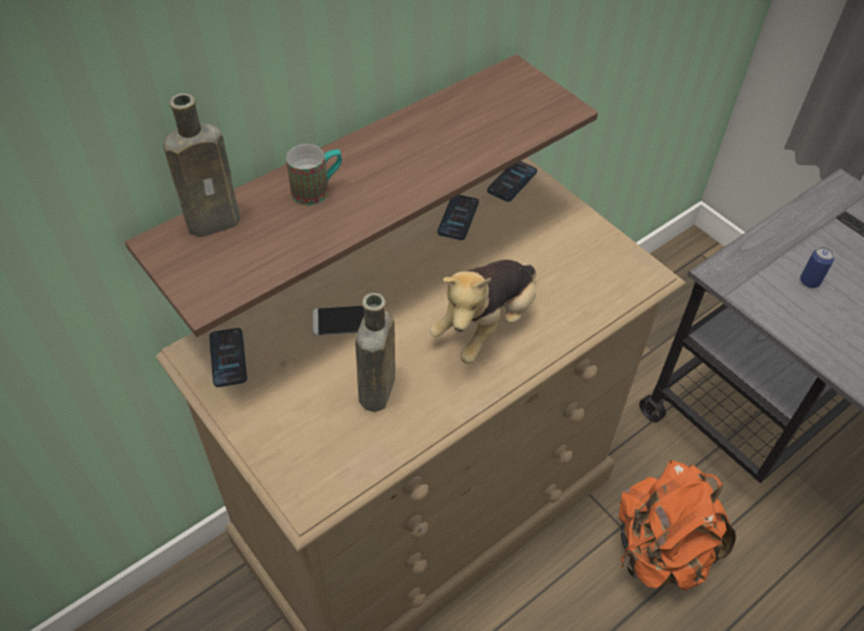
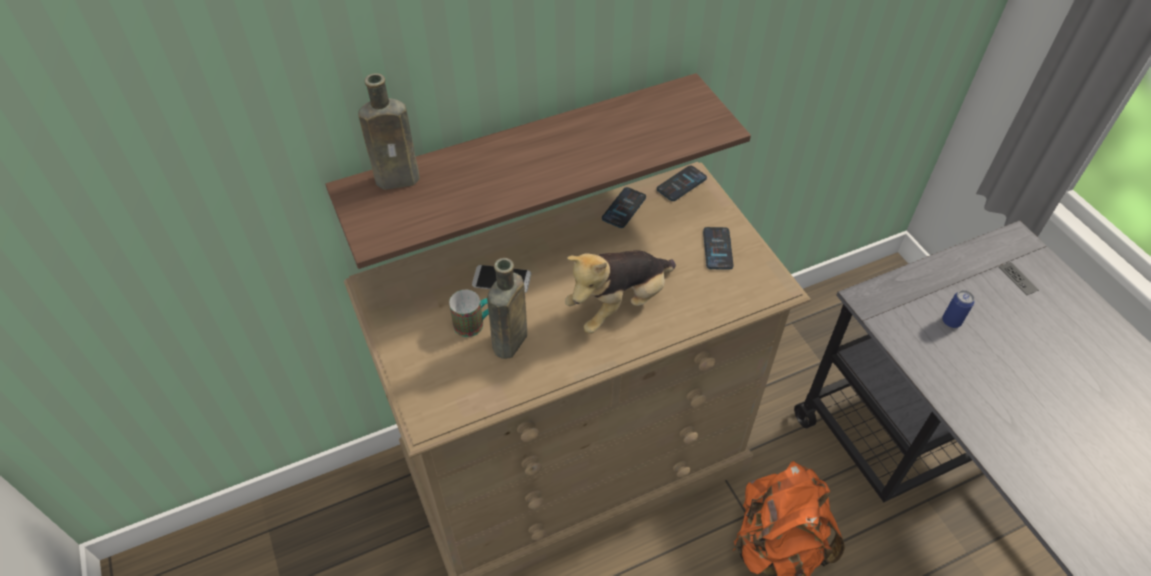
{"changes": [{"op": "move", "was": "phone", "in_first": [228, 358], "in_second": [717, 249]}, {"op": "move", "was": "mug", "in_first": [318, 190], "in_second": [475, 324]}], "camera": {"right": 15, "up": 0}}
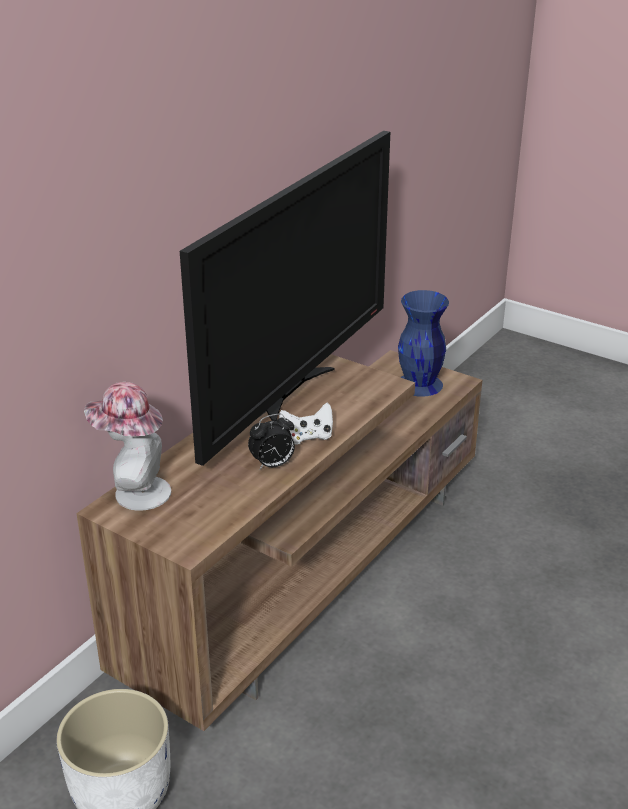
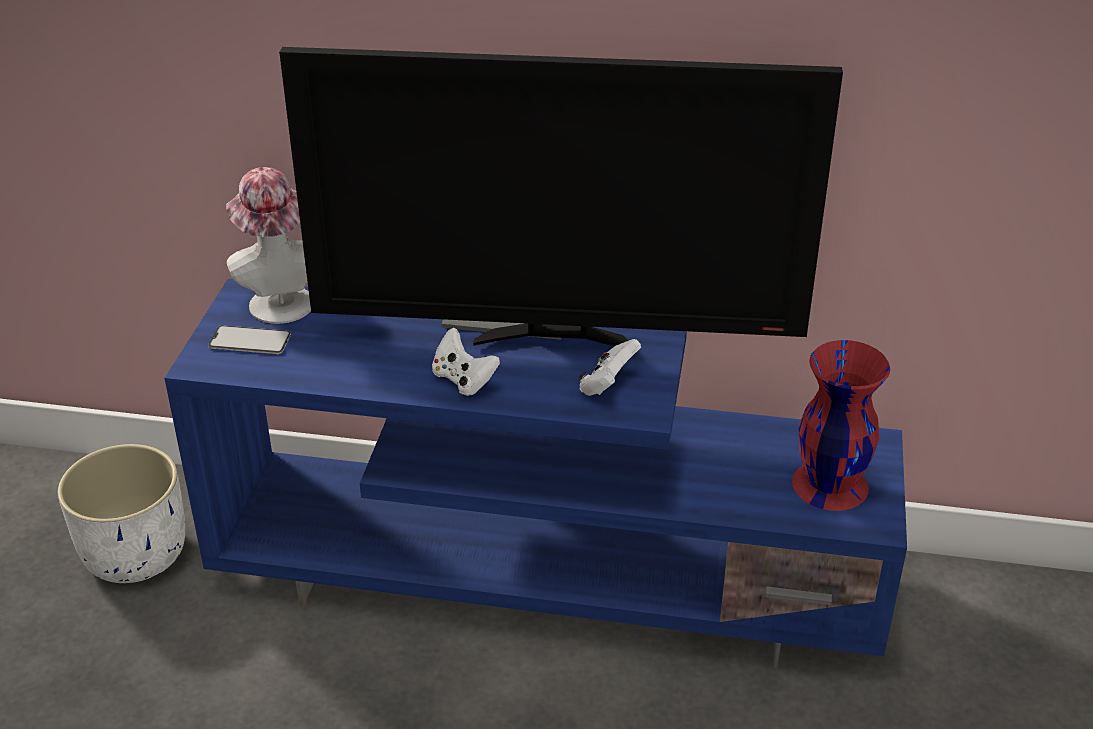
{"changes": [{"op": "delete", "was": "table clock", "in_first": [272, 465]}, {"op": "insert", "now": "phone", "in_second": [250, 340]}, {"op": "insert", "now": "joypad in white-coloured", "in_second": [607, 385]}, {"op": "recolor", "was": "tv unit in brownish", "now": "tv unit in bluish", "in_first": [315, 567], "in_second": [550, 579]}, {"op": "recolor", "was": "flower vase in bluish", "now": "flower vase in red-coloured", "in_first": [419, 384], "in_second": [828, 484]}], "camera": {"right": 65, "up": 5}}
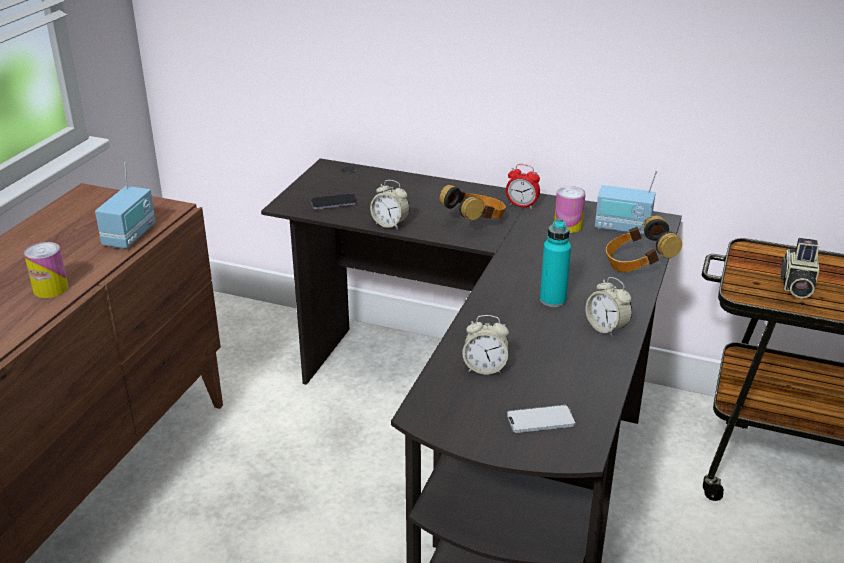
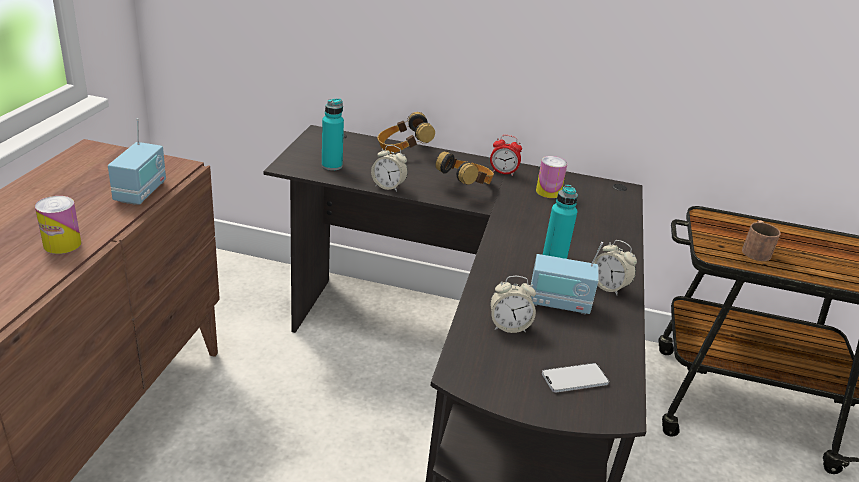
{"changes": [{"op": "move", "was": "radio", "in_first": [622, 228], "in_second": [558, 303]}, {"op": "move", "was": "headphones", "in_first": [637, 265], "in_second": [403, 150]}, {"op": "replace", "was": "phone", "now": "drink bottle in turquoise-coloured", "in_first": [334, 203], "in_second": [332, 166]}, {"op": "replace", "was": "still camera", "now": "mug in brownish", "in_first": [796, 286], "in_second": [754, 249]}], "camera": {"right": -10, "up": 0}}
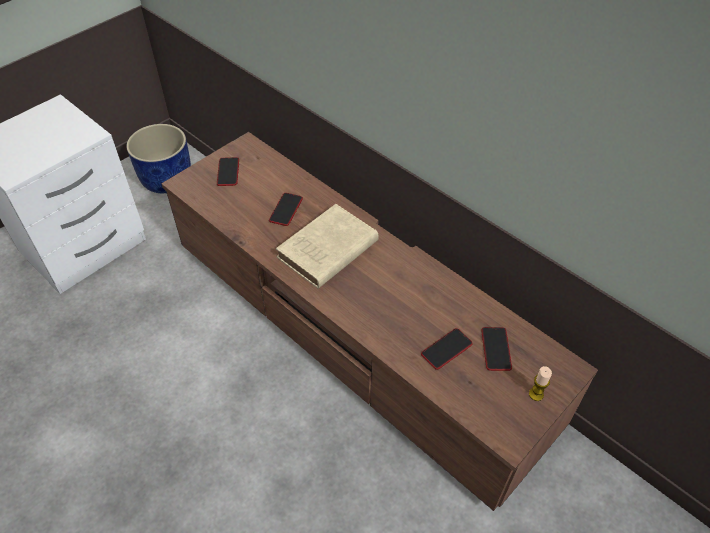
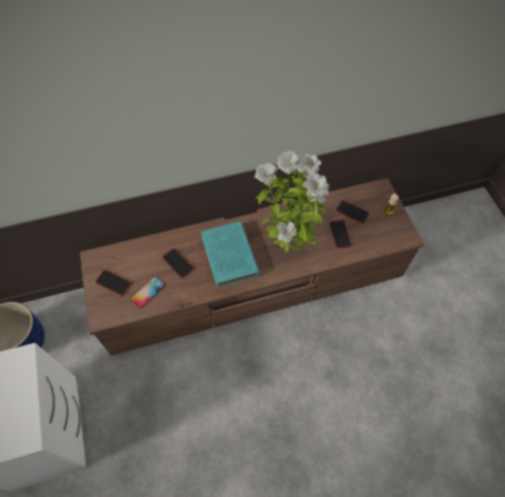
{"changes": [{"op": "insert", "now": "phone", "in_second": [147, 292]}, {"op": "insert", "now": "potted plant", "in_second": [288, 246]}, {"op": "recolor", "was": "book in beige", "now": "book in turquoise-coloured", "in_first": [326, 251], "in_second": [230, 257]}], "camera": {"right": -60, "up": 10}}
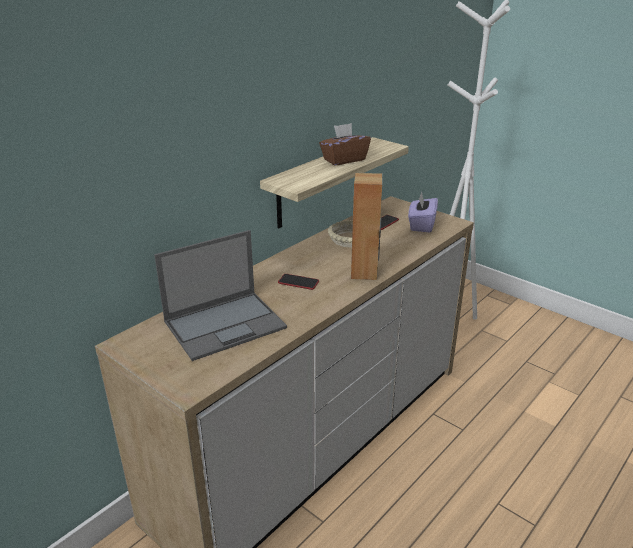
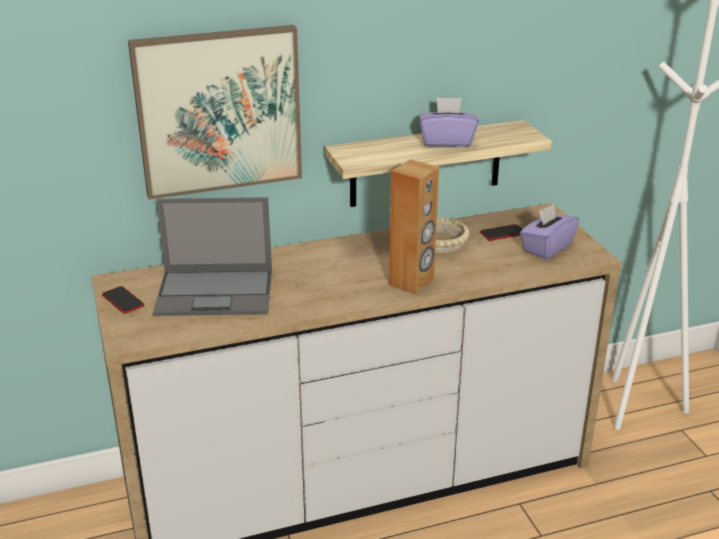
{"changes": [{"op": "insert", "now": "picture", "in_second": [219, 111]}, {"op": "move", "was": "phone", "in_first": [298, 282], "in_second": [123, 301]}, {"op": "recolor", "was": "tissue box in brownish", "now": "tissue box in purplish", "in_first": [344, 160], "in_second": [446, 141]}], "camera": {"right": 30, "up": 0}}
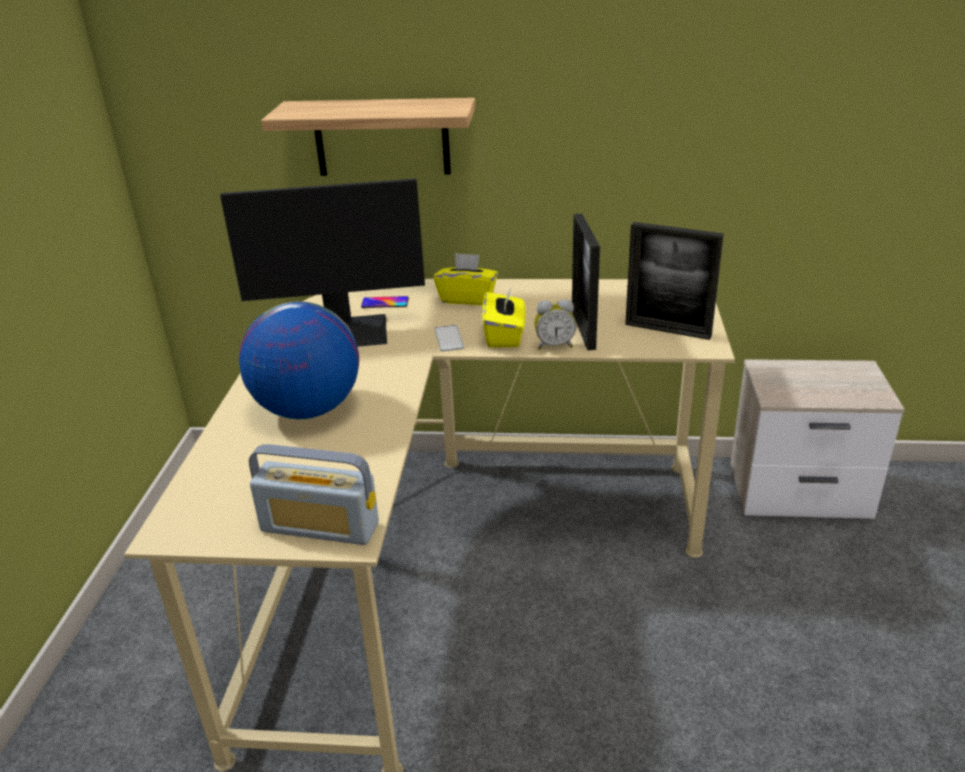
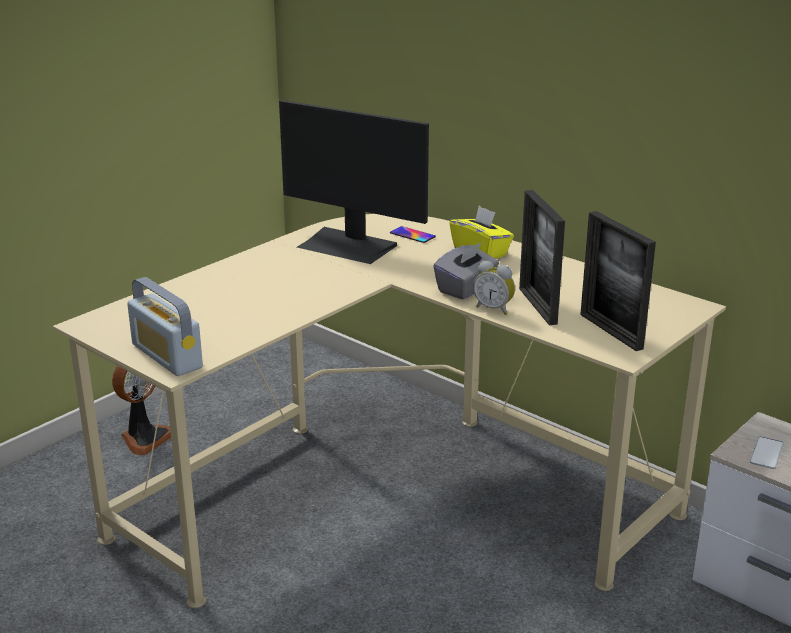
{"changes": [{"op": "delete", "was": "globe", "in_first": [307, 409]}, {"op": "delete", "was": "bracket shelf", "in_first": [382, 137]}, {"op": "insert", "now": "cooling fan", "in_second": [145, 437]}, {"op": "move", "was": "phone", "in_first": [449, 338], "in_second": [766, 453]}, {"op": "recolor", "was": "tissue box in yellow", "now": "tissue box in gray", "in_first": [504, 336], "in_second": [466, 288]}, {"op": "rotate", "was": "picture frame", "in_first": [583, 329], "in_second": [537, 306], "clockwise": -45}], "camera": {"right": 35, "up": -5}}
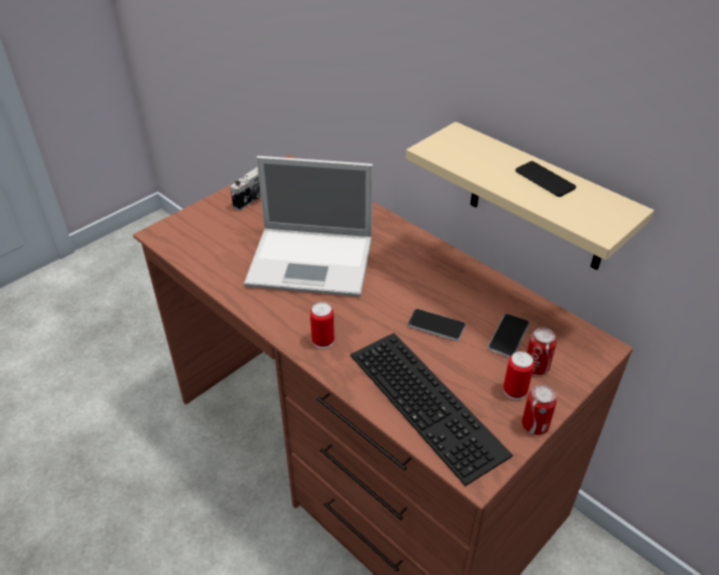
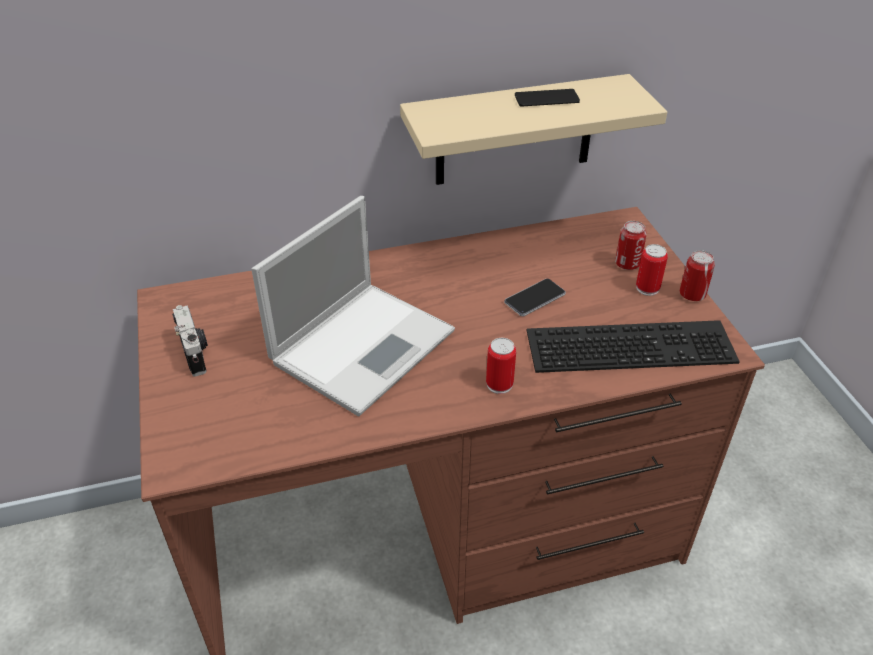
{"changes": [{"op": "delete", "was": "phone", "in_first": [508, 336]}], "camera": {"right": -60, "up": 0}}
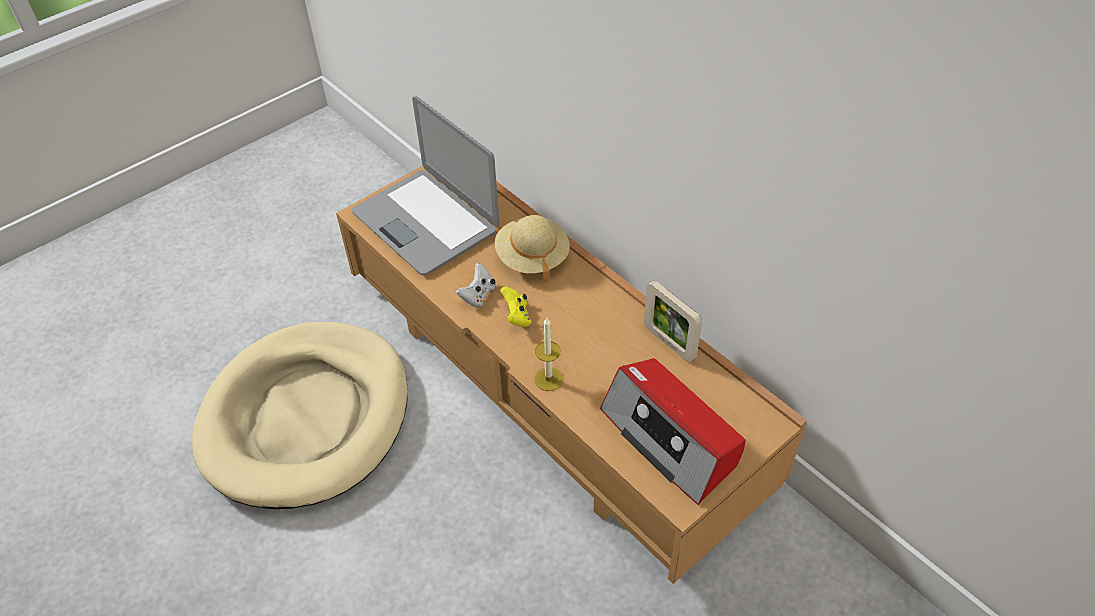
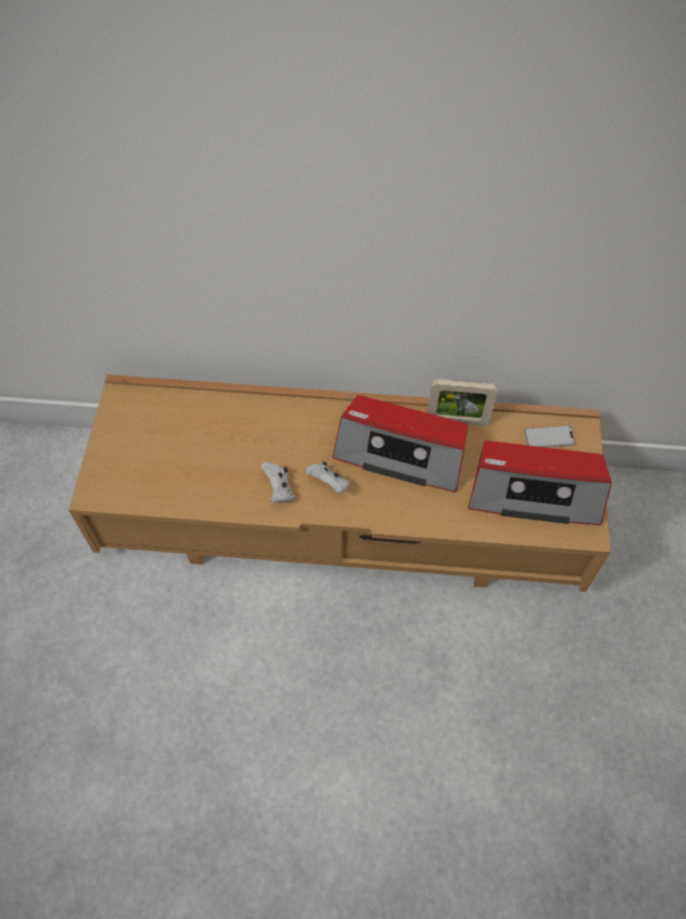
{"changes": [{"op": "delete", "was": "dog bed in beige", "in_first": [306, 417]}, {"op": "delete", "was": "portable computer", "in_first": [426, 221]}, {"op": "delete", "was": "hat in beige", "in_first": [532, 257]}, {"op": "delete", "was": "wax candle", "in_first": [548, 379]}, {"op": "insert", "now": "radio", "in_second": [401, 452]}, {"op": "insert", "now": "phone", "in_second": [548, 437]}, {"op": "recolor", "was": "joypad in yellow", "now": "joypad in white-coloured", "in_first": [517, 316], "in_second": [329, 484]}], "camera": {"right": -45, "up": 10}}
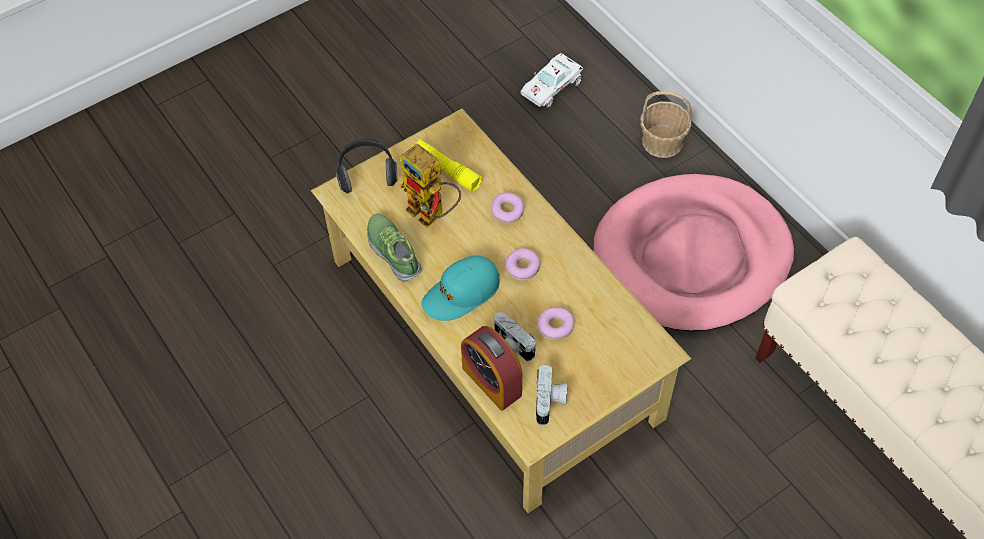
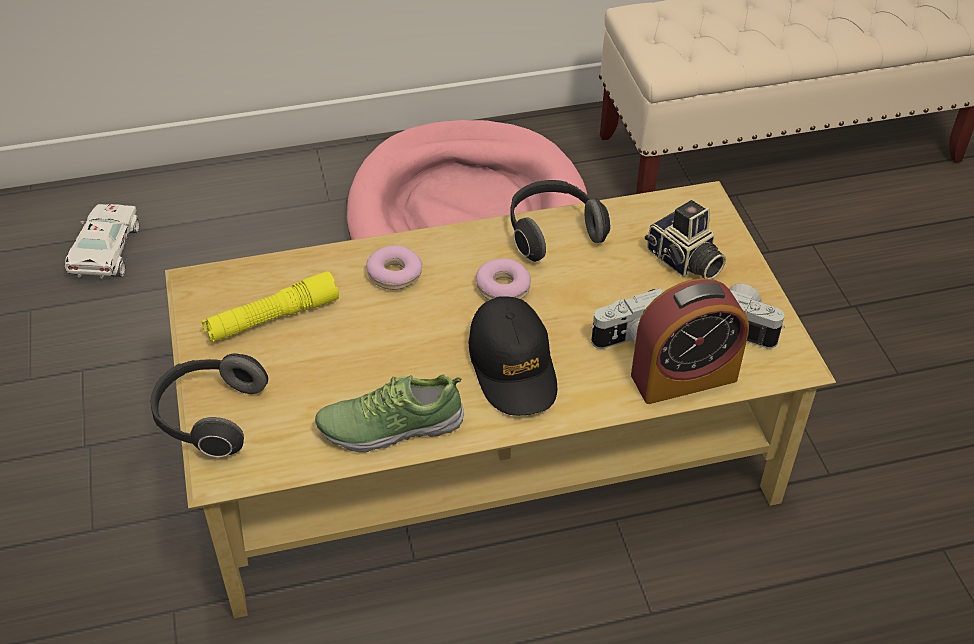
{"changes": [{"op": "delete", "was": "toy robot", "in_first": [432, 214]}, {"op": "delete", "was": "donut", "in_first": [555, 326]}, {"op": "delete", "was": "storage basket", "in_first": [662, 142]}, {"op": "insert", "now": "headphones", "in_second": [552, 232]}, {"op": "insert", "now": "still camera", "in_second": [683, 262]}, {"op": "recolor", "was": "cap in turquoise-coloured", "now": "cap in black-coloured", "in_first": [461, 293], "in_second": [513, 366]}, {"op": "rotate", "was": "miniature car in white-coloured", "in_first": [553, 86], "in_second": [105, 253], "clockwise": -150}], "camera": {"right": -70, "up": -10}}
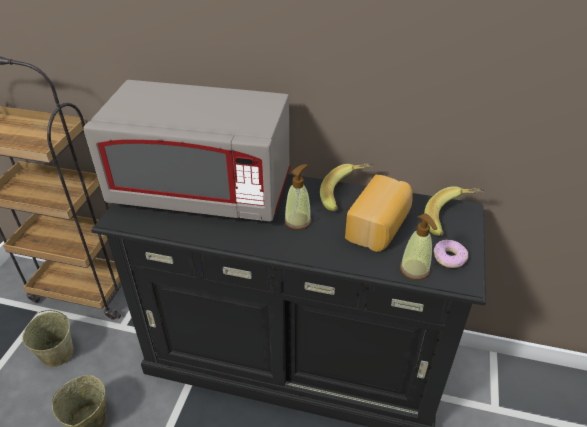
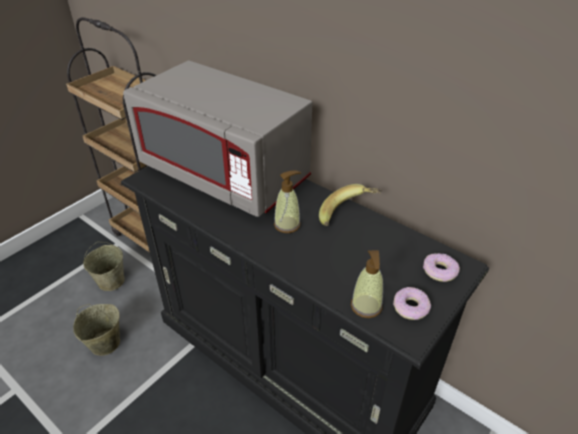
{"changes": [{"op": "delete", "was": "bread", "in_first": [379, 227]}, {"op": "replace", "was": "whole banana", "now": "donut", "in_first": [451, 220], "in_second": [439, 271]}], "camera": {"right": 25, "up": 0}}
